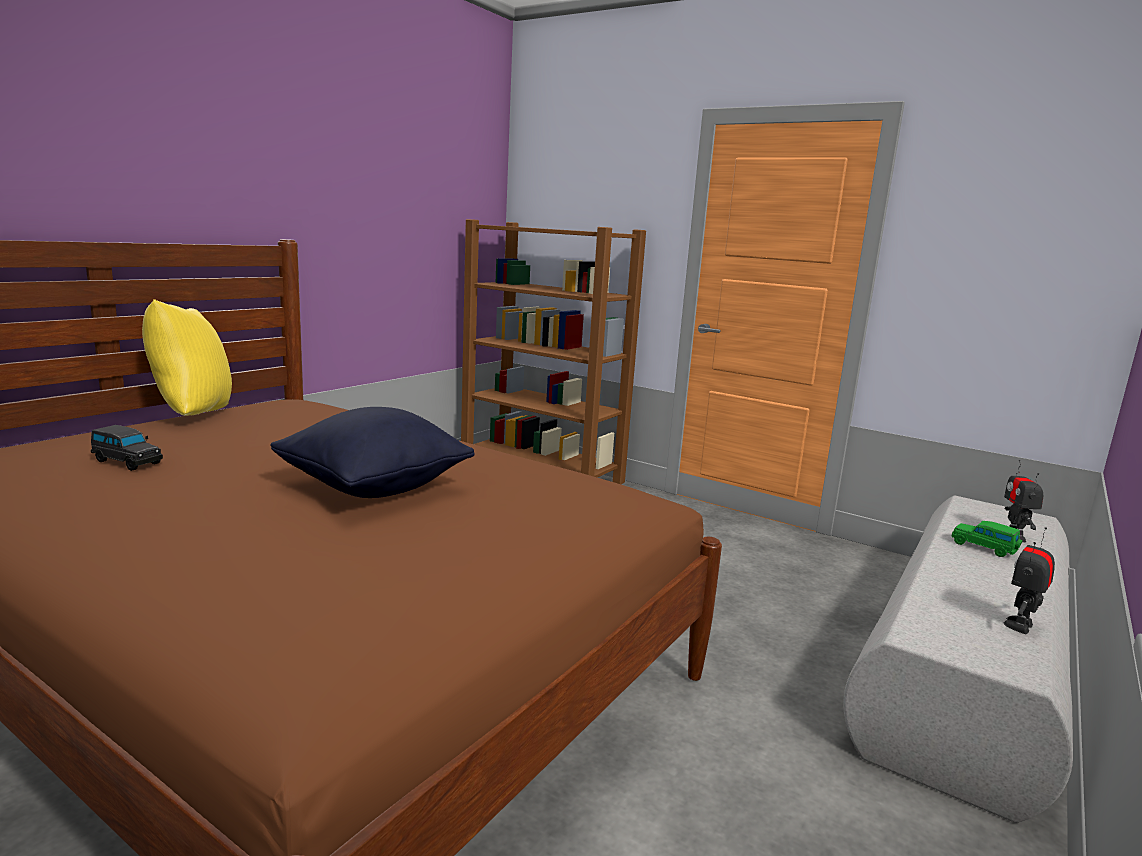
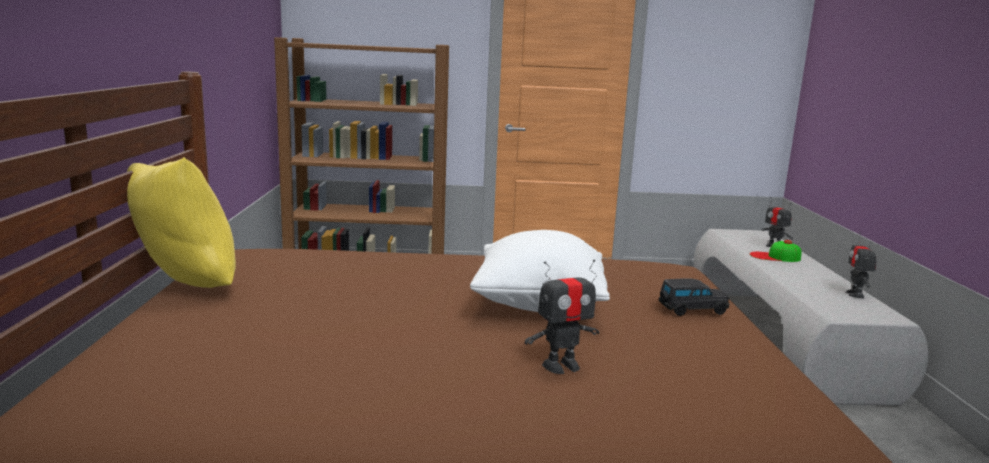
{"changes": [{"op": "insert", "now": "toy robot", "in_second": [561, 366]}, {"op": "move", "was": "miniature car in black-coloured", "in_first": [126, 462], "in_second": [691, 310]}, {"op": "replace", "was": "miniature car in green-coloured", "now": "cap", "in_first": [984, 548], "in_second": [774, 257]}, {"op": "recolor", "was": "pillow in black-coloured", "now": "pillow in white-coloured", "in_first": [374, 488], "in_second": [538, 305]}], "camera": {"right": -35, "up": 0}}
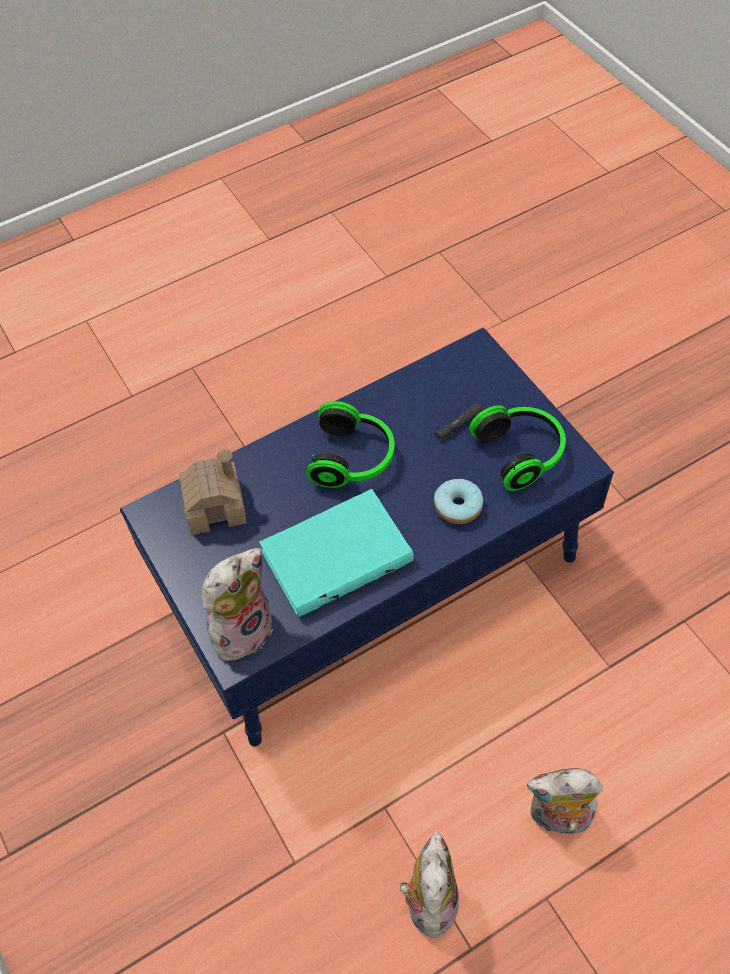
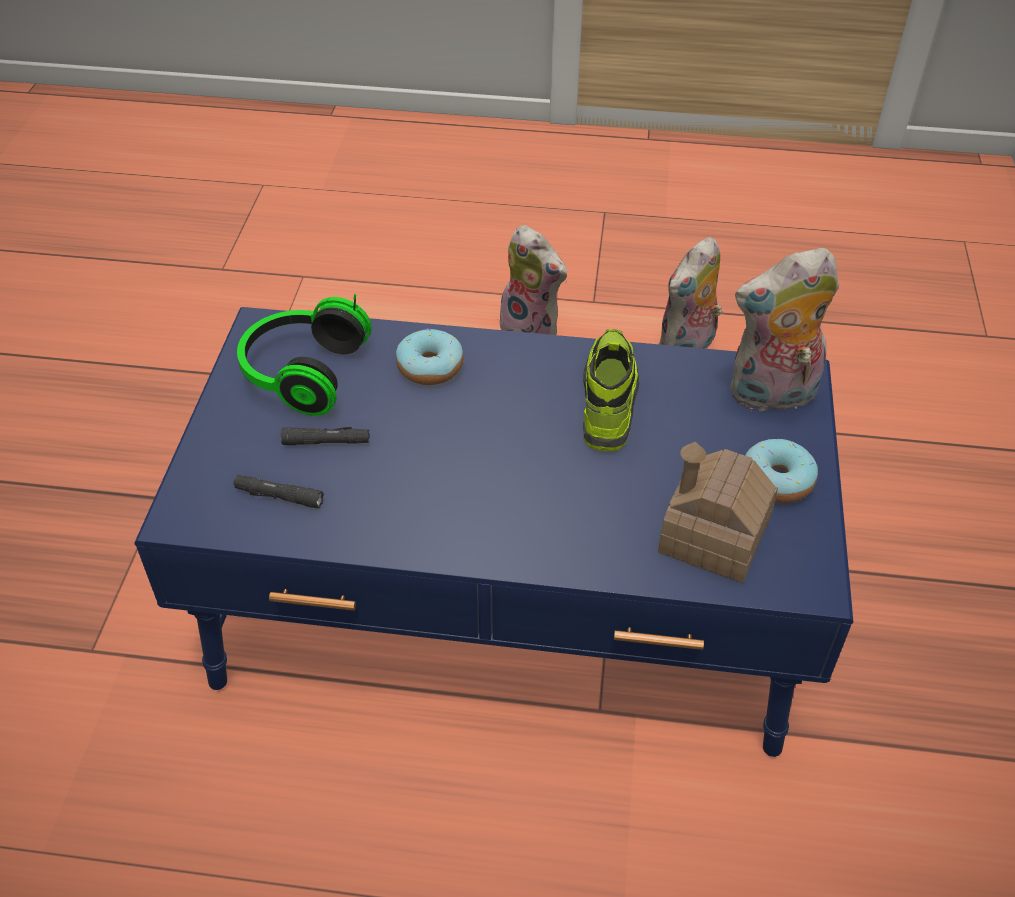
{"changes": [{"op": "delete", "was": "headphones", "in_first": [354, 458]}, {"op": "insert", "now": "hand torch in black-coloured", "in_second": [279, 497]}, {"op": "insert", "now": "donut", "in_second": [776, 480]}, {"op": "replace", "was": "book in turquoise-coloured", "now": "item of footwear", "in_first": [336, 554], "in_second": [607, 401]}], "camera": {"right": -145, "up": -10}}
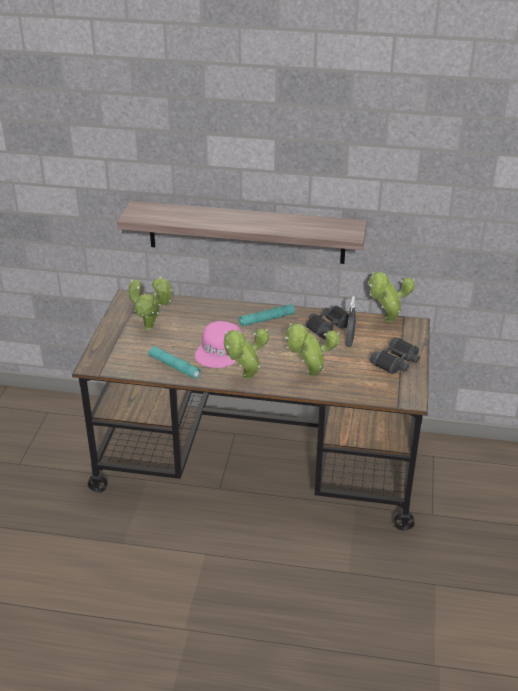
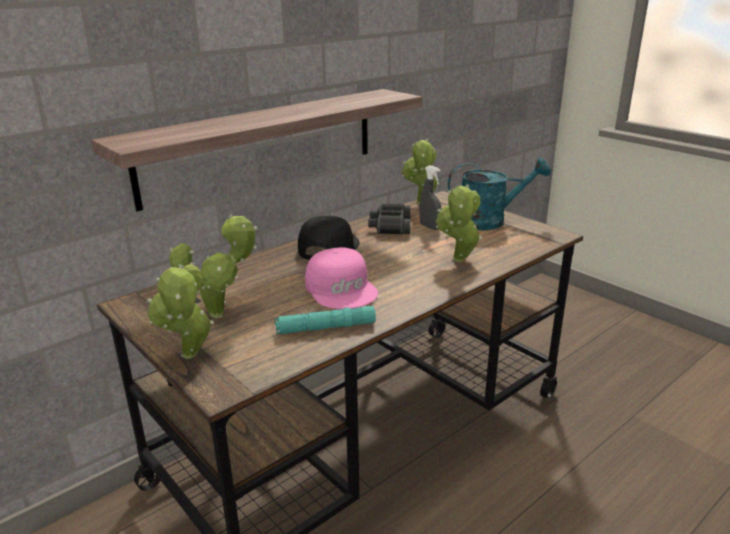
{"changes": [{"op": "move", "was": "potted plant", "in_first": [245, 378], "in_second": [190, 358]}, {"op": "replace", "was": "hand torch in turquoise-coloured", "now": "cap in black-coloured", "in_first": [266, 319], "in_second": [328, 247]}, {"op": "replace", "was": "binoculars in black-coloured", "now": "watering pot in turquoise-coloured", "in_first": [396, 362], "in_second": [489, 221]}], "camera": {"right": -50, "up": -10}}
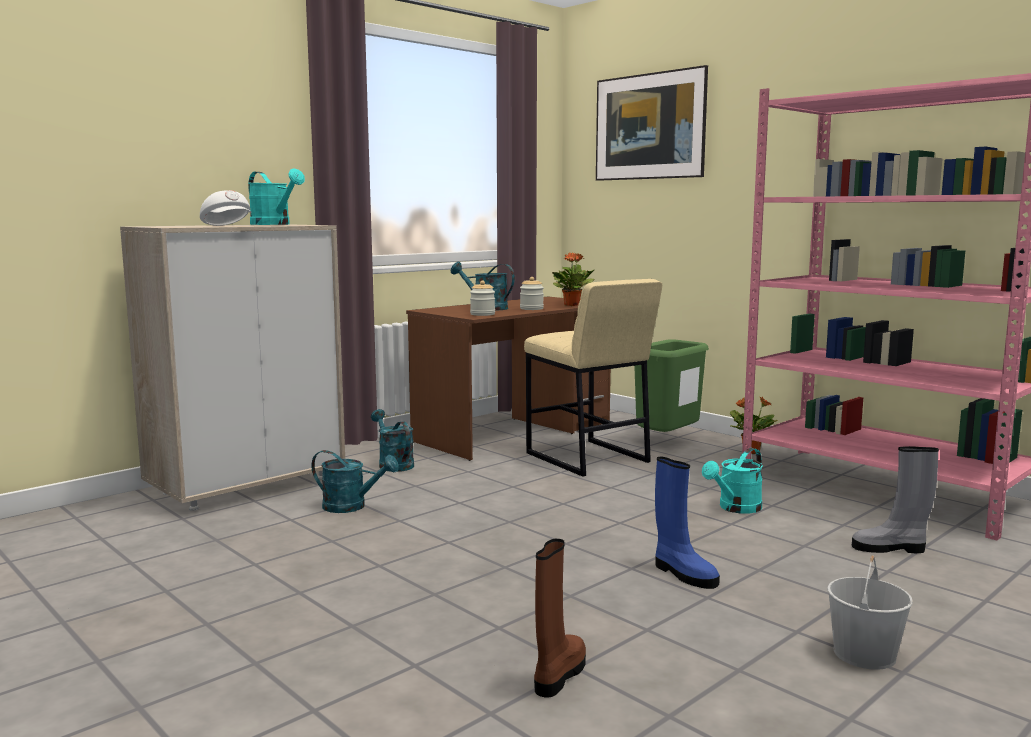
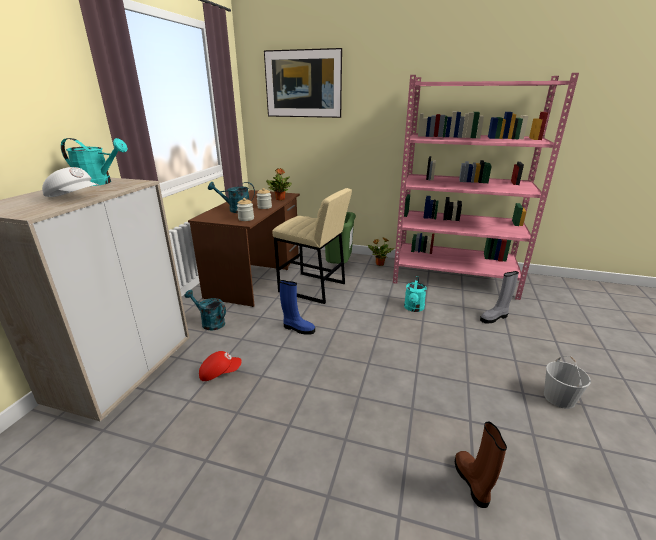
{"changes": [{"op": "move", "was": "boot in bluish", "in_first": [683, 574], "in_second": [298, 328]}, {"op": "replace", "was": "watering pot in turquoise-coloured", "now": "cap in red-coloured", "in_first": [352, 507], "in_second": [220, 372]}], "camera": {"right": -30, "up": 15}}
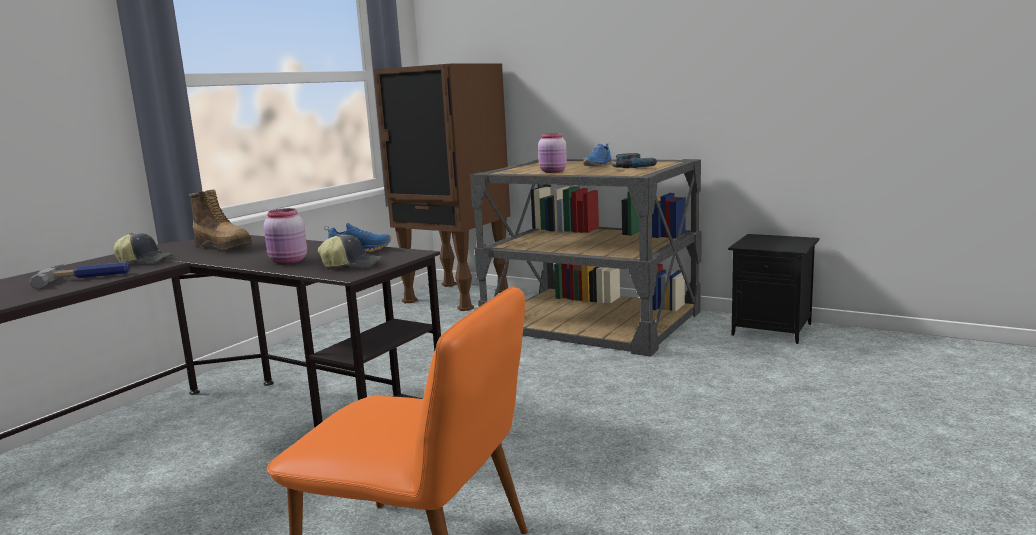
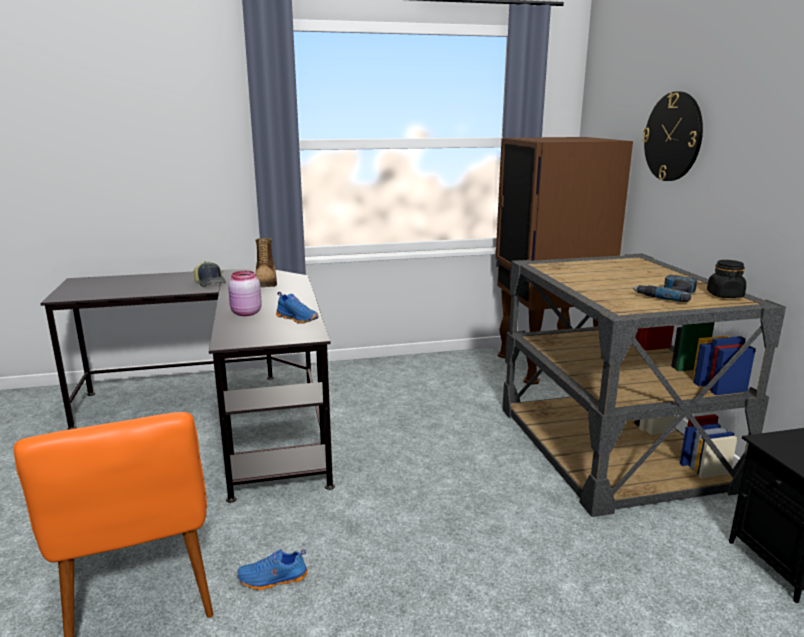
{"changes": [{"op": "delete", "was": "hammer", "in_first": [87, 277]}, {"op": "delete", "was": "cap", "in_first": [352, 265]}, {"op": "delete", "was": "storage jar in pink", "in_first": [553, 171]}, {"op": "insert", "now": "hanging clock", "in_second": [673, 137]}, {"op": "insert", "now": "storage jar in black-coloured", "in_second": [725, 295]}, {"op": "move", "was": "item of footwear in bluish", "in_first": [598, 165], "in_second": [273, 580]}], "camera": {"right": 45, "up": 5}}
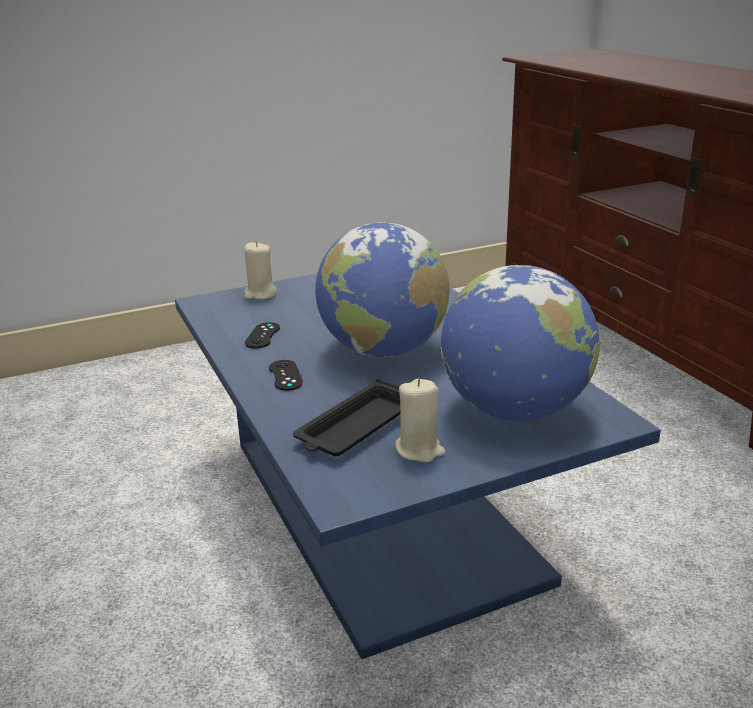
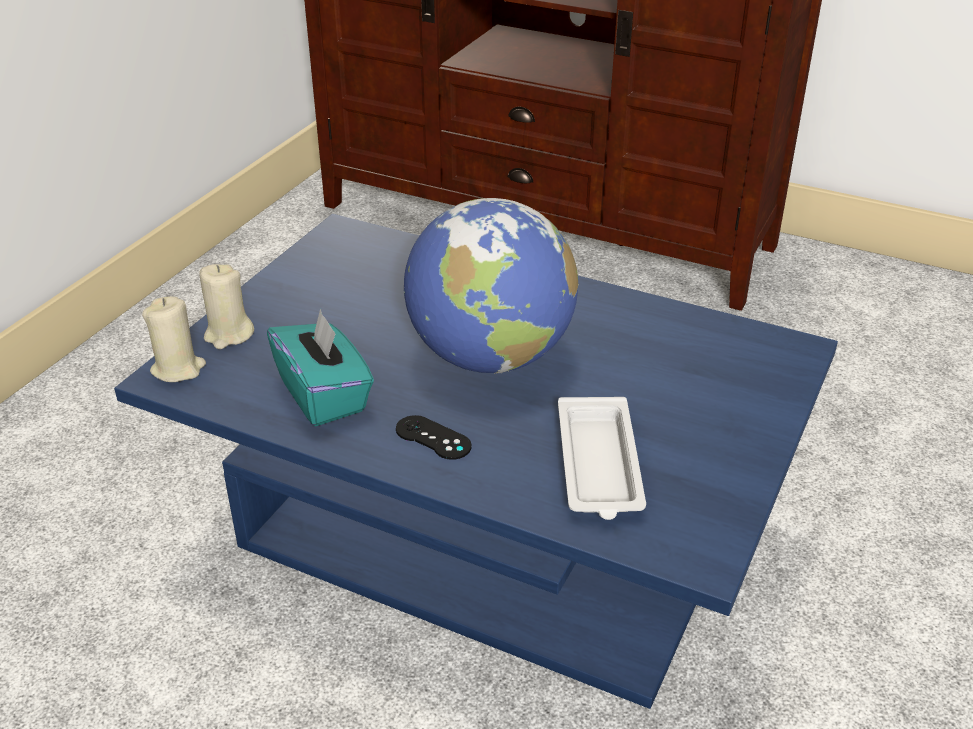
{"changes": [{"op": "delete", "was": "globe", "in_first": [514, 410]}, {"op": "move", "was": "wax candle in beige", "in_first": [419, 450], "in_second": [178, 369]}, {"op": "replace", "was": "joypad in black-coloured", "now": "tissue box in turquoise-coloured", "in_first": [262, 336], "in_second": [324, 395]}, {"op": "recolor", "was": "carrying tray in black-coloured", "now": "carrying tray in white-coloured", "in_first": [357, 427], "in_second": [598, 465]}], "camera": {"right": -40, "up": 10}}
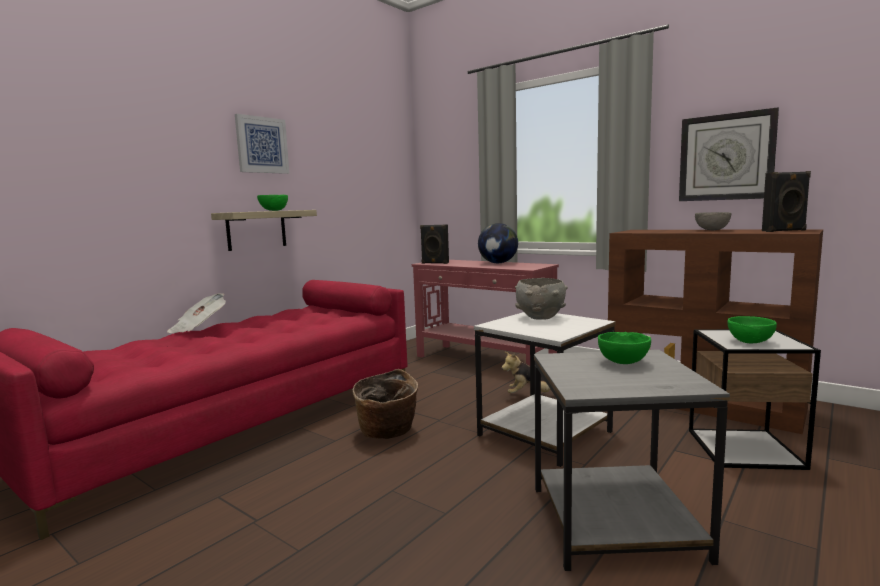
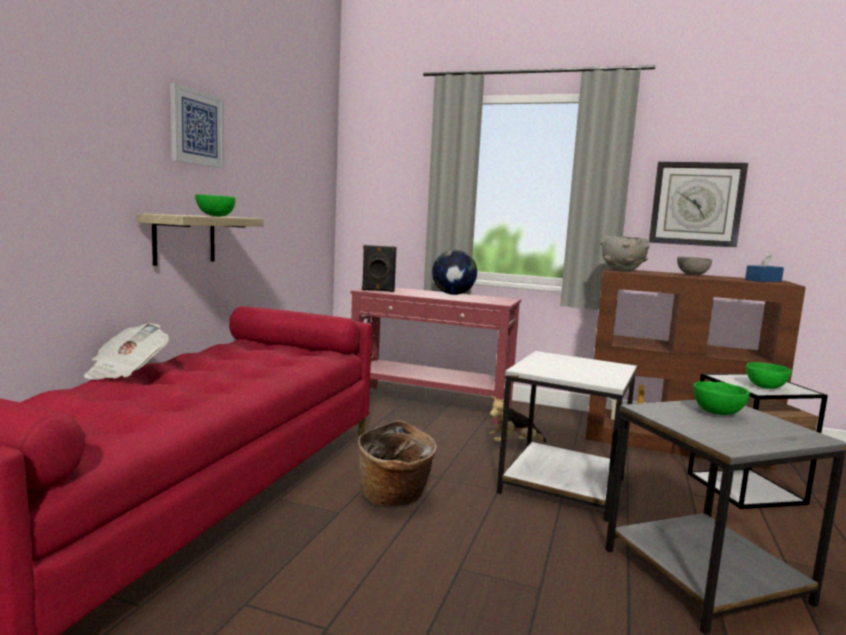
{"changes": [{"op": "move", "was": "bowl in gray", "in_first": [540, 318], "in_second": [622, 271]}, {"op": "replace", "was": "loudspeaker in black-coloured", "now": "tissue box in bluish", "in_first": [785, 231], "in_second": [763, 280]}], "camera": {"right": -20, "up": 0}}
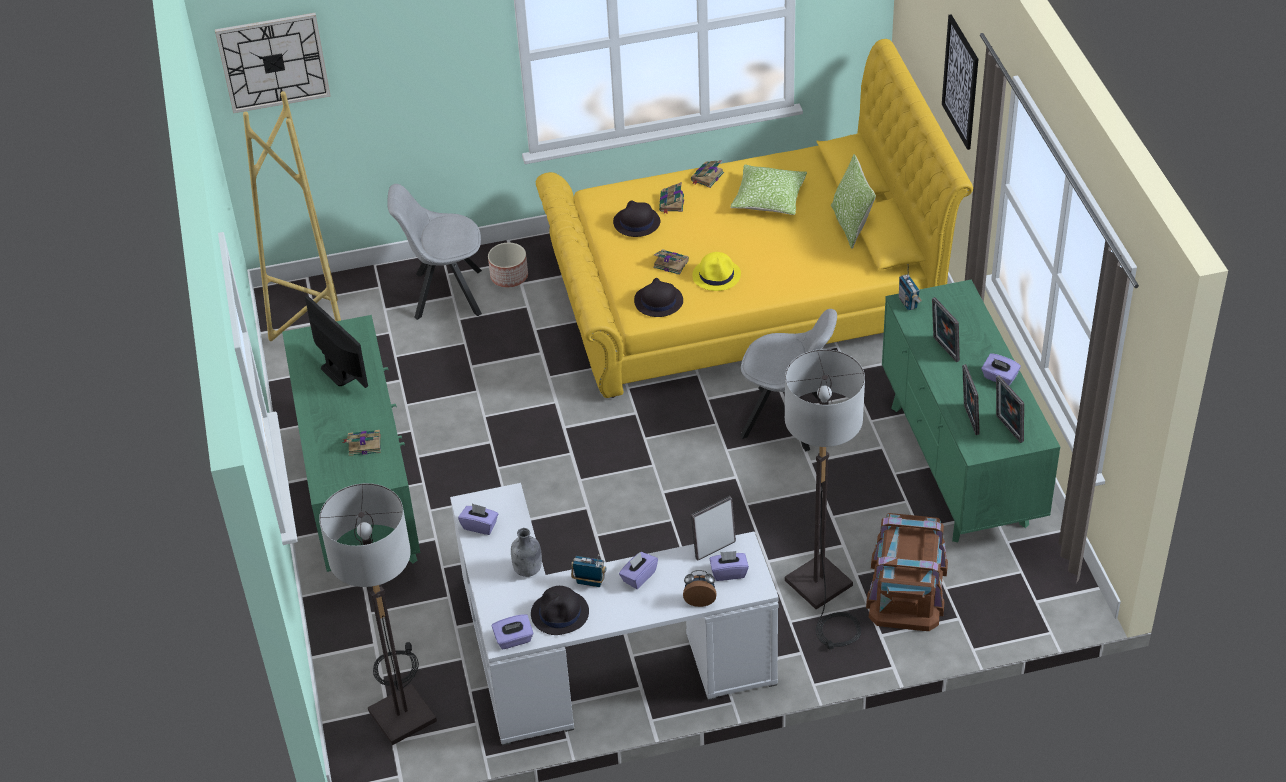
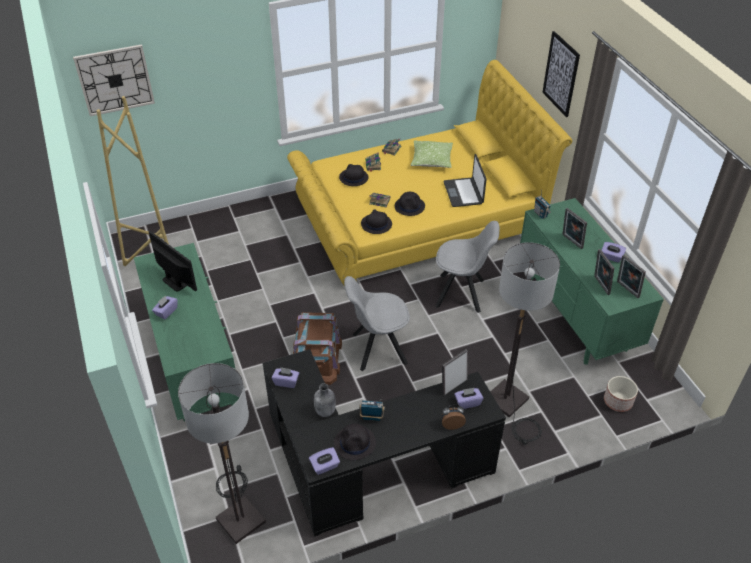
{"changes": [{"op": "delete", "was": "book", "in_first": [363, 445]}, {"op": "delete", "was": "pillow", "in_first": [851, 225]}, {"op": "insert", "now": "portable computer", "in_second": [463, 193]}, {"op": "move", "was": "chair in gray", "in_first": [445, 294], "in_second": [377, 349]}, {"op": "move", "was": "flower pot", "in_first": [509, 277], "in_second": [618, 401]}, {"op": "move", "was": "tissue box in purplish", "in_first": [638, 576], "in_second": [166, 312]}, {"op": "move", "was": "storage bin in brownish", "in_first": [906, 587], "in_second": [316, 357]}, {"op": "recolor", "was": "desk in white-coloured", "now": "desk in black-coloured", "in_first": [593, 662], "in_second": [368, 468]}, {"op": "recolor", "was": "hat in yellow", "now": "hat in black-coloured", "in_first": [717, 275], "in_second": [410, 206]}], "camera": {"right": -10, "up": 0}}
